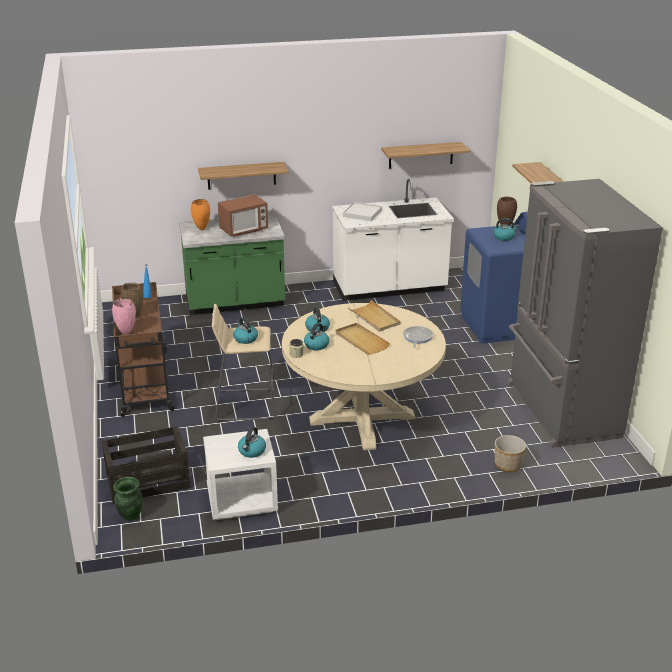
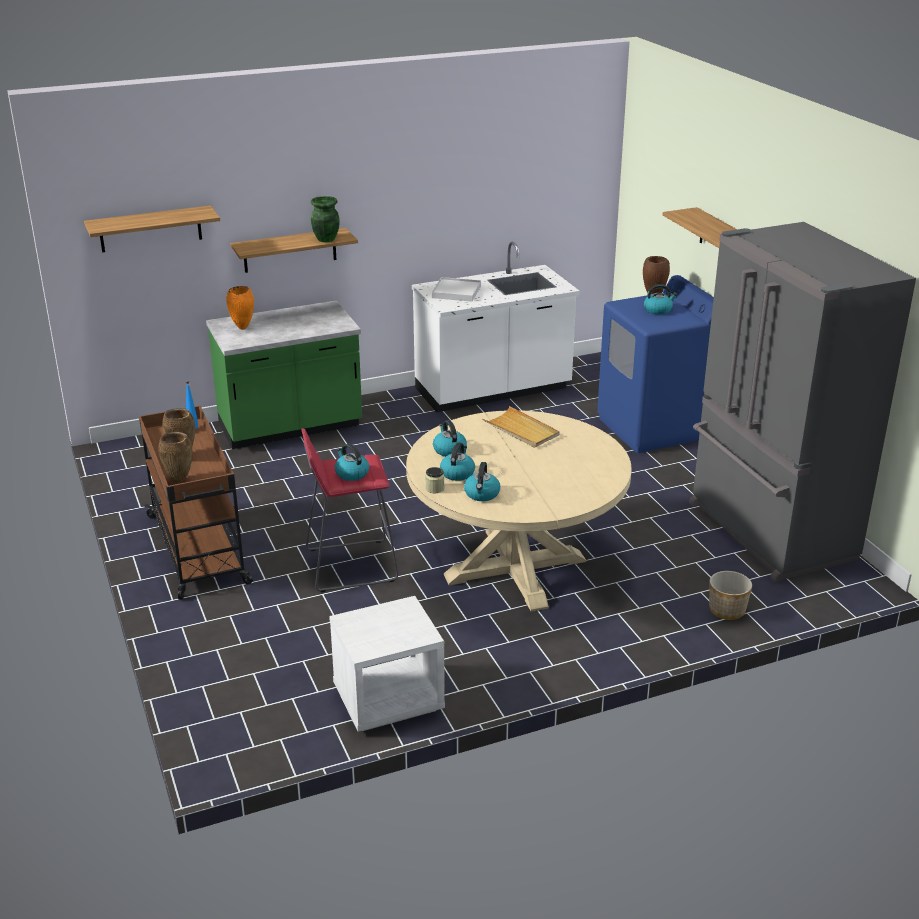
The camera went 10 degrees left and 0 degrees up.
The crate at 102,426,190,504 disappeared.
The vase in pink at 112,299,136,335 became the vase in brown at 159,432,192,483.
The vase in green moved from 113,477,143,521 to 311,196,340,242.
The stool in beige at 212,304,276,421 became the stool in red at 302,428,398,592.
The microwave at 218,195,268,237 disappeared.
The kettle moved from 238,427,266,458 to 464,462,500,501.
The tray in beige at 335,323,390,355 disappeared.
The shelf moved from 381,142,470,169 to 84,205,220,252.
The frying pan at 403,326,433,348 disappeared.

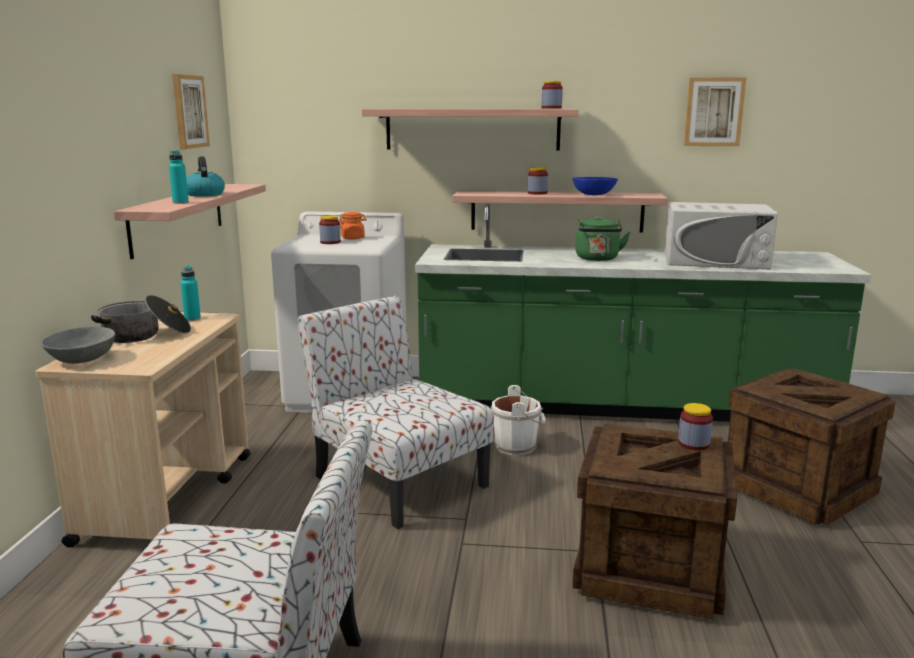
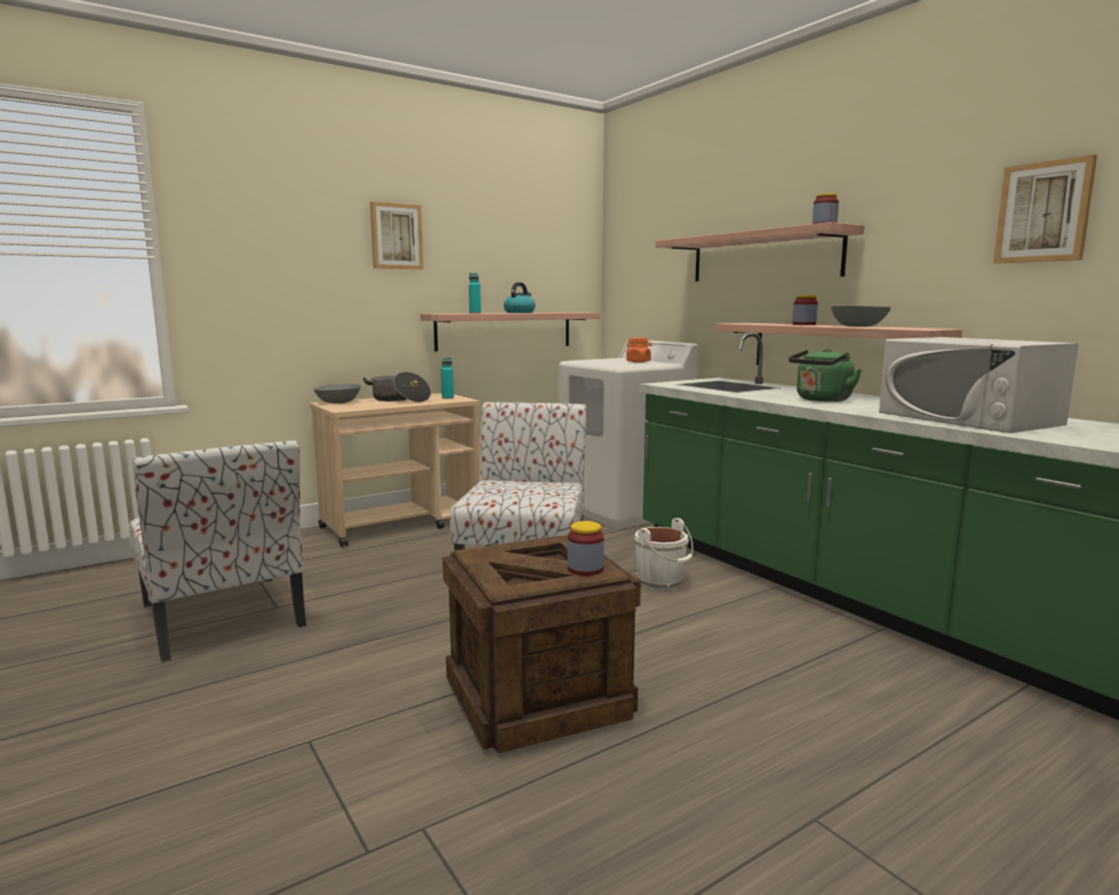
The camera went 50 degrees right and 5 degrees down.
The picture moved from 172,74,210,149 to 370,202,424,269.
The jar at 319,215,341,244 disappeared.
The bowl in blue at 572,177,618,195 became the bowl in grey at 831,305,891,327.
The crate at 728,368,895,525 disappeared.

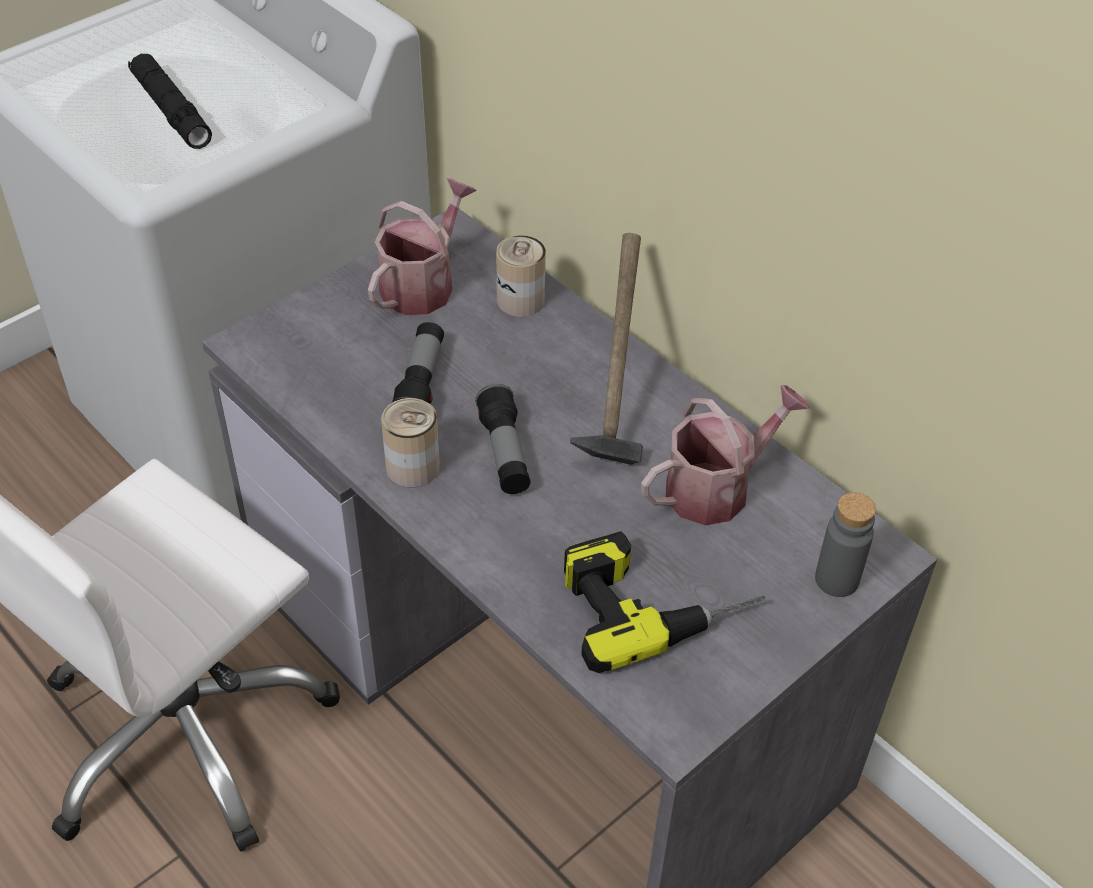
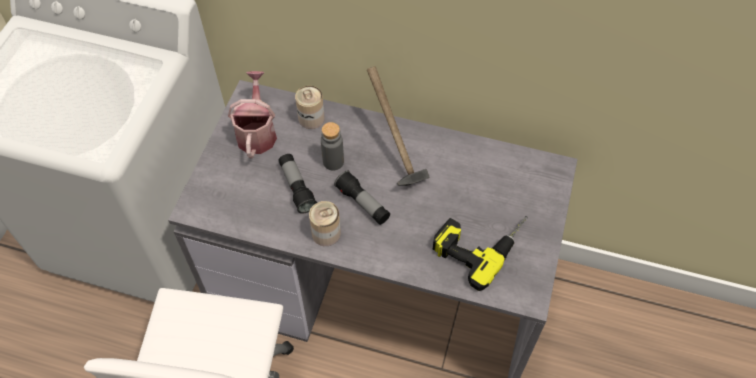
The camera went 30 degrees left and 10 degrees up.
The flashlight in black at 128,54,212,149 disappeared.
The watering can at 641,385,810,525 disappeared.
The bottle in grey moved from 815,492,876,597 to 321,122,344,171.

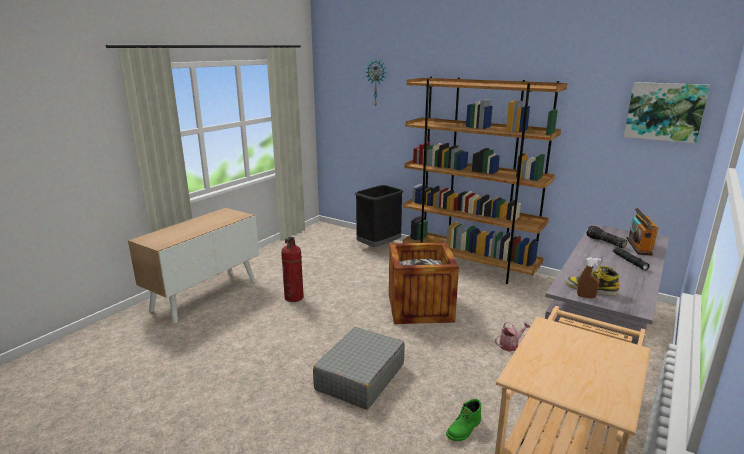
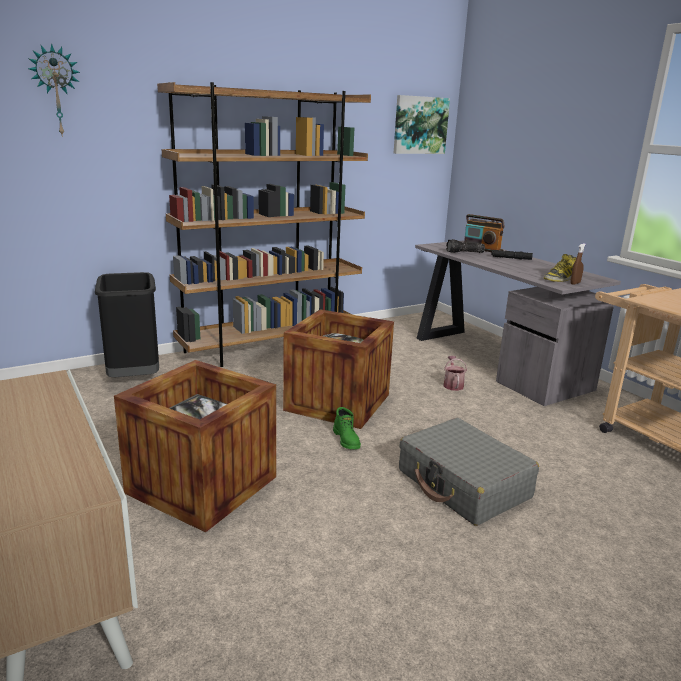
The camera went 65 degrees left and 0 degrees up.
The fire extinguisher at 281,237,304,302 was replaced by the crate at 114,360,276,532.
The boot in green moved from 446,399,481,441 to 333,407,361,449.

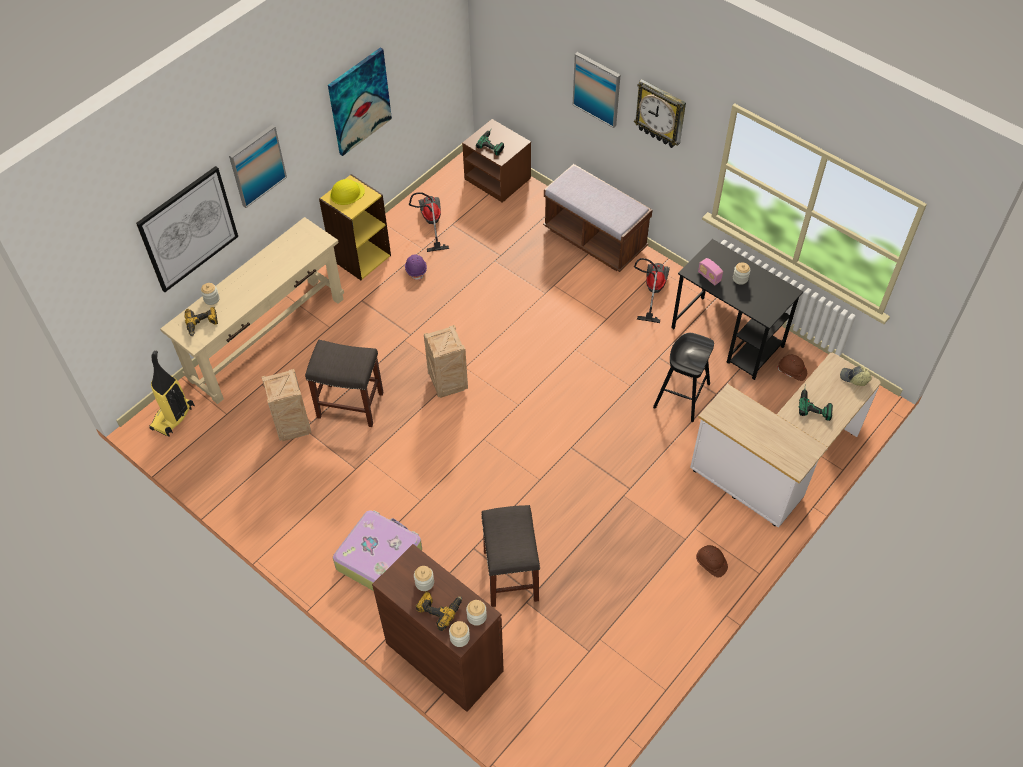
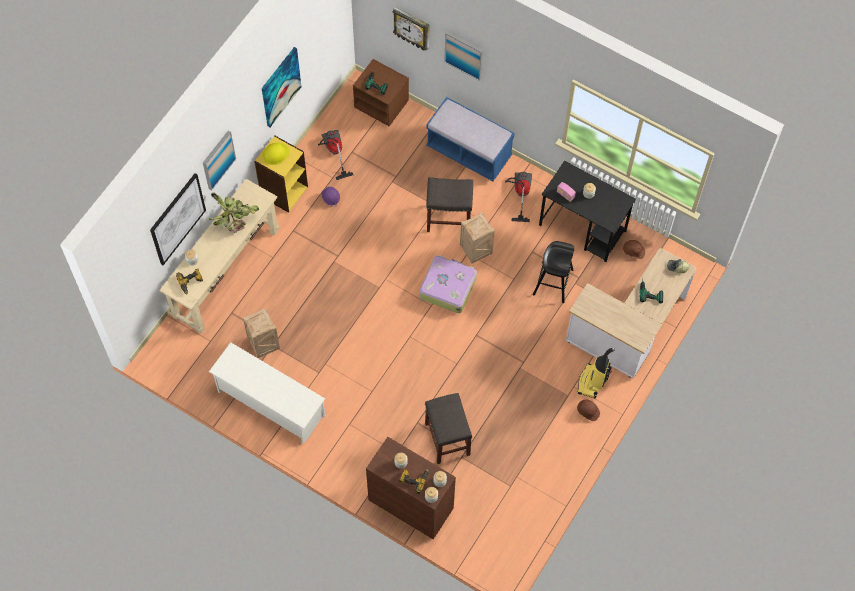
The camera went 10 degrees left and 10 degrees up.
The vacuum cleaner moved from 149,350,195,437 to 578,347,615,398.
The stool in grey moved from 305,340,383,427 to 426,177,473,232.
The suitcase moved from 333,510,422,591 to 419,255,477,313.
The crate moved from 424,325,468,398 to 460,212,495,263.
The bench in brown at 543,164,652,272 became the bench in blue at 426,97,515,181.
The wall clock moved from 634,79,686,148 to 392,7,430,51.
The potted plant at 209,192,259,233 appeared.
The shoe rack in white at 209,342,325,444 appeared.

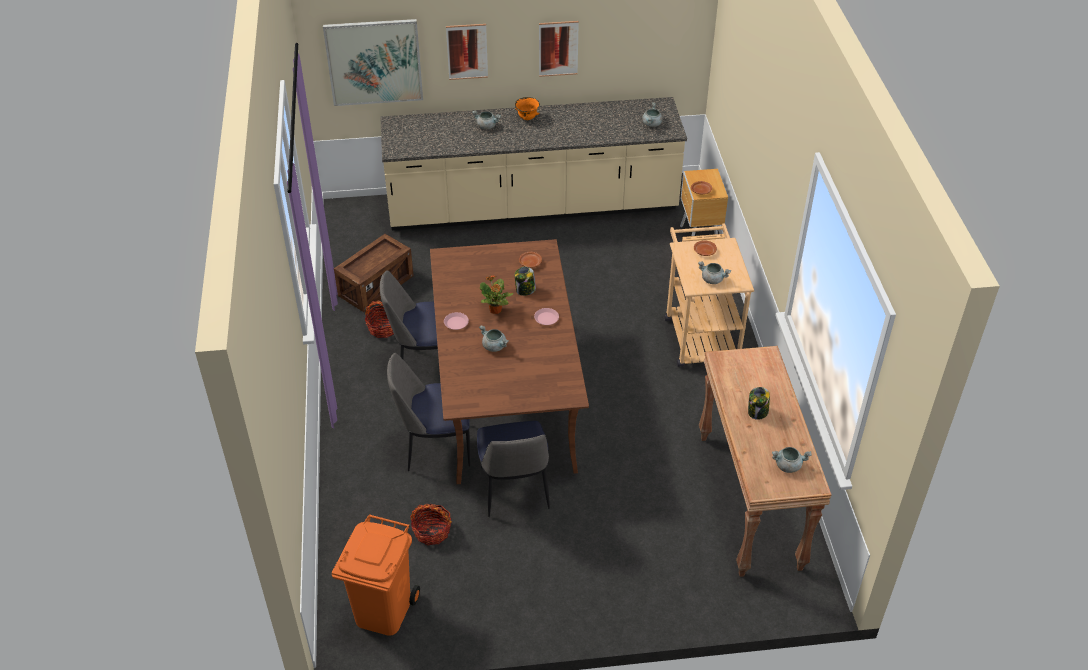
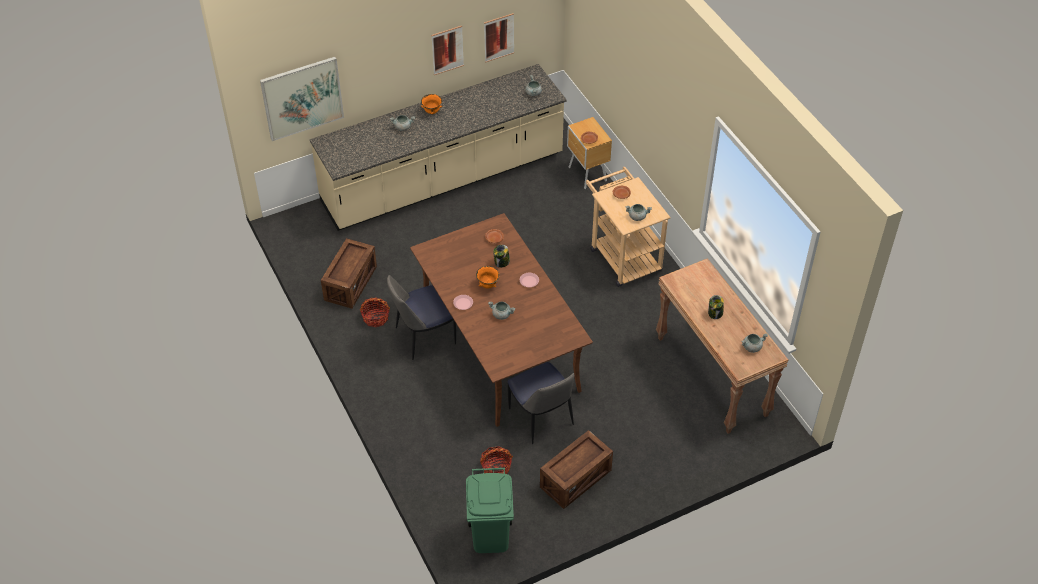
The camera went 20 degrees left and 5 degrees up.
The trash can in orange at 332,514,420,636 became the trash can in green at 466,468,514,553.
The chair at 387,353,470,471 disappeared.
The picture moved from 446,24,488,80 to 484,13,514,63.
The potted plant at 480,275,513,314 was replaced by the bowl in orange at 476,266,499,288.
The crate at 540,430,613,509 appeared.

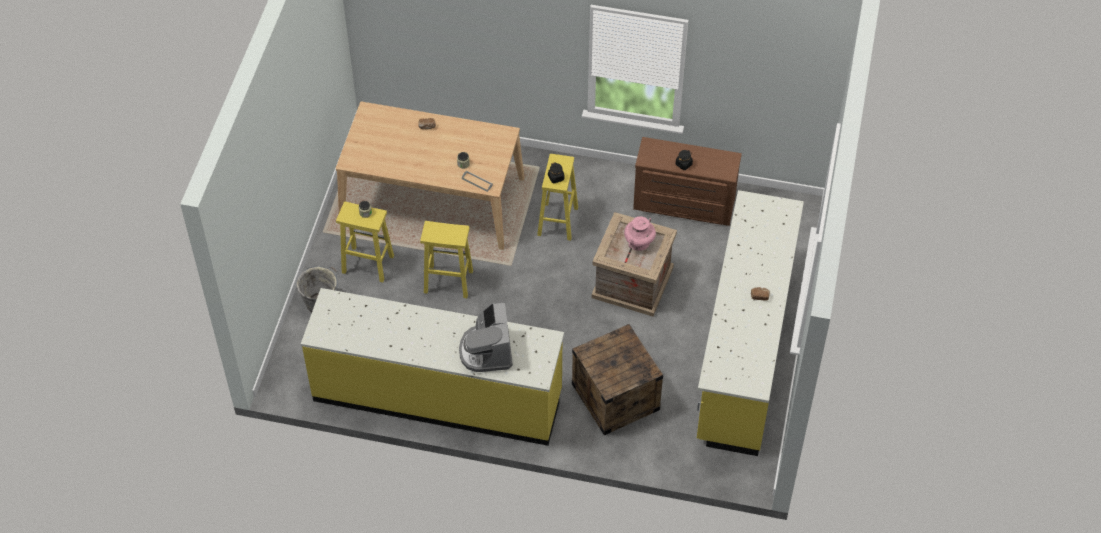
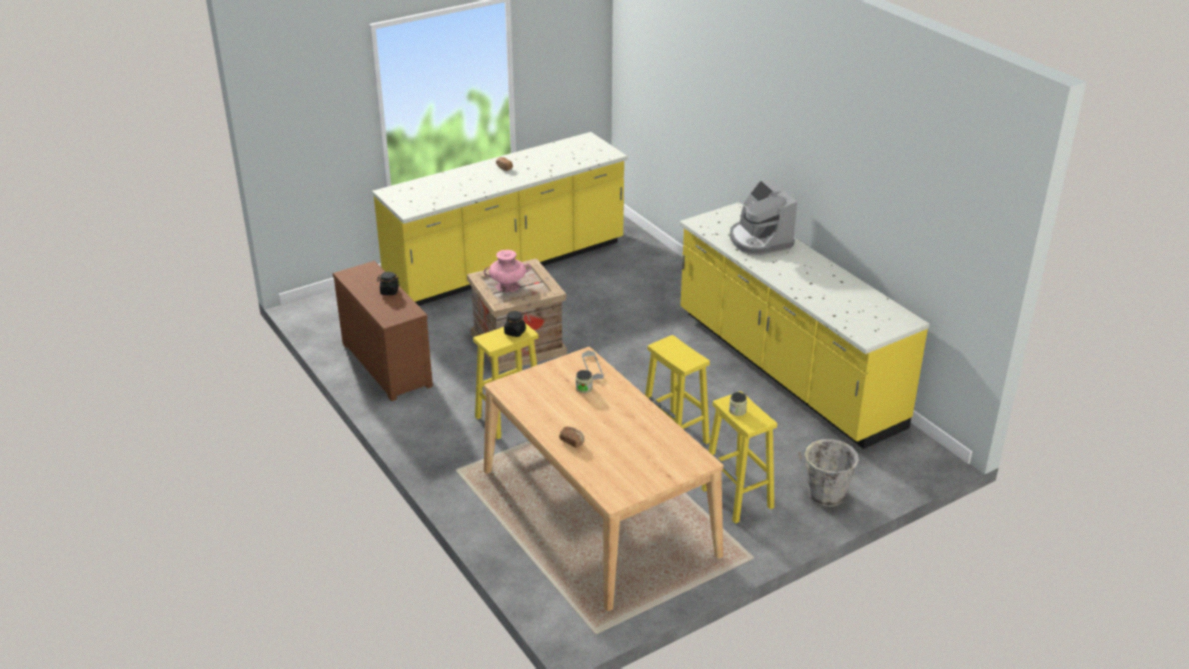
The camera went 135 degrees left and 20 degrees down.
The coffee machine at 459,303,513,372 turned 120 degrees clockwise.
The crate at 572,324,663,435 disappeared.

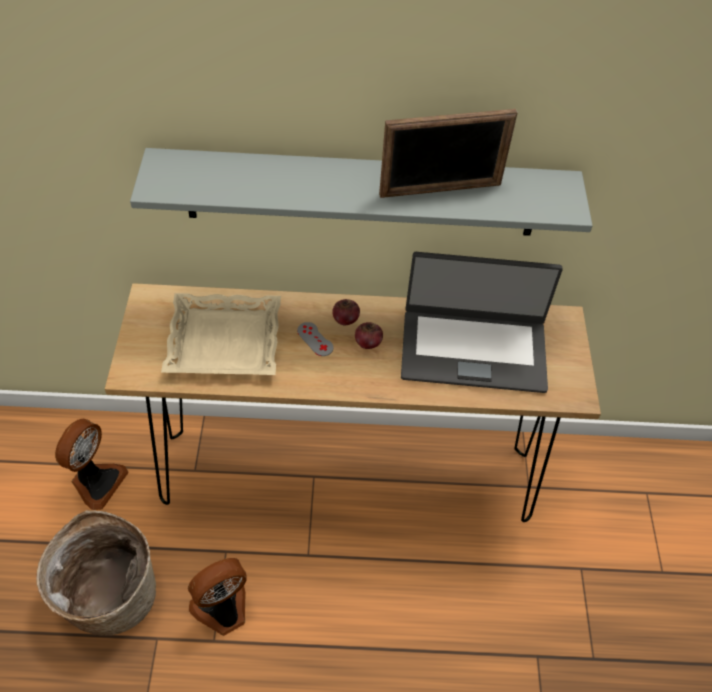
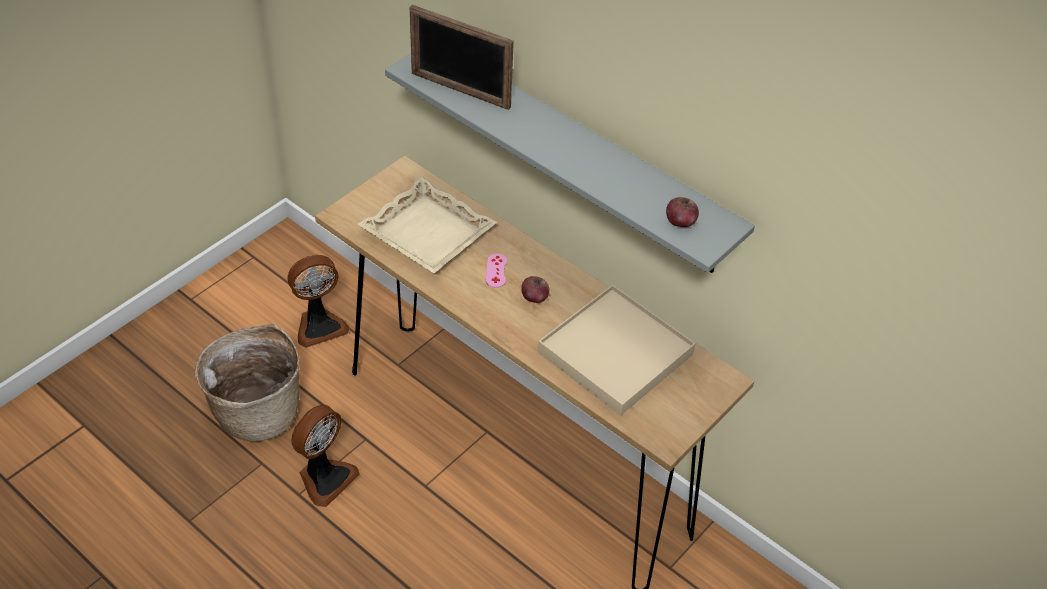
The camera went 40 degrees right and 5 degrees down.
The fan at 188,558,247,636 turned 120 degrees clockwise.
The game controller in grey at 297,322,333,356 became the game controller in pink at 486,254,507,288.
The apple moved from 332,299,360,325 to 666,197,699,227.
The picture frame moved from 379,109,518,198 to 410,5,514,110.
The laptop at 401,252,563,393 was replaced by the tray in beige at 538,285,696,416.

